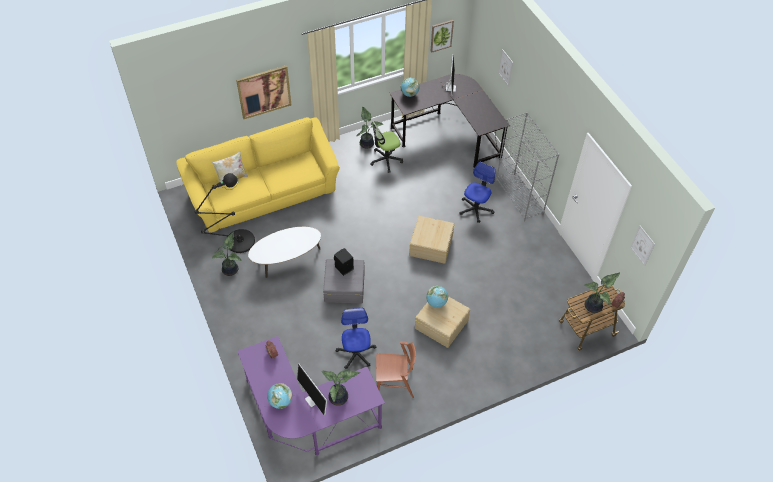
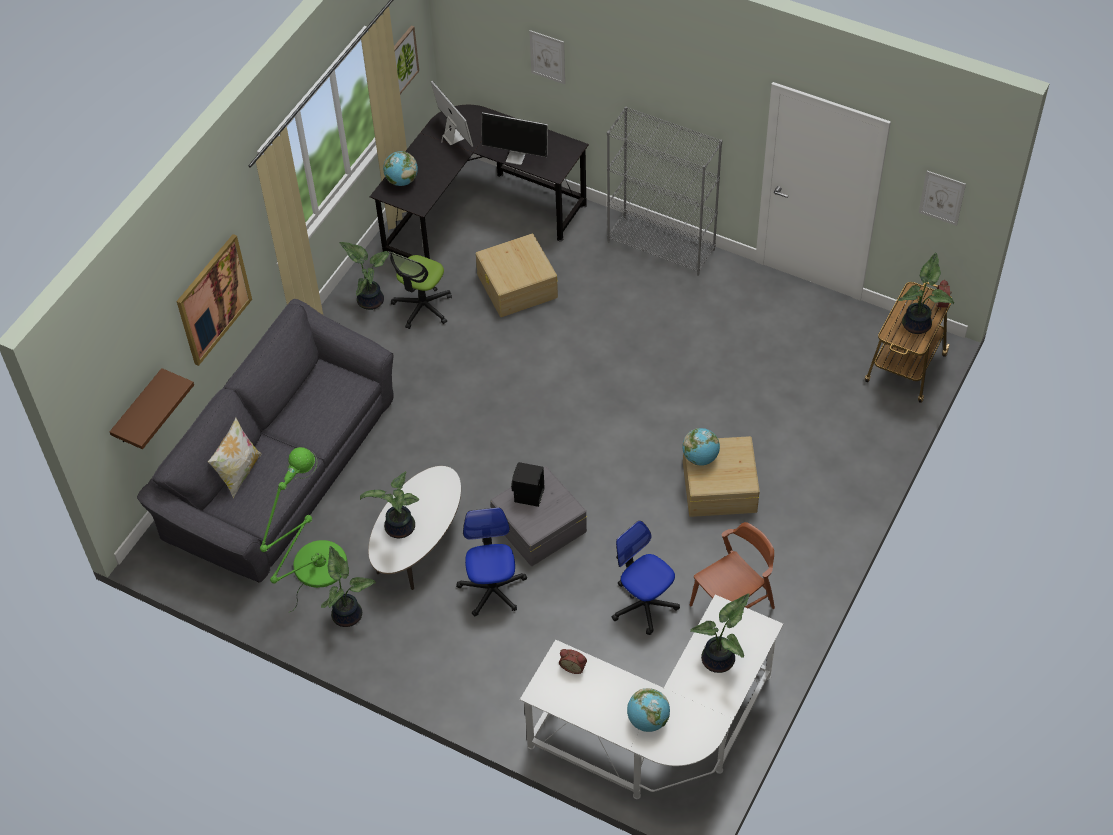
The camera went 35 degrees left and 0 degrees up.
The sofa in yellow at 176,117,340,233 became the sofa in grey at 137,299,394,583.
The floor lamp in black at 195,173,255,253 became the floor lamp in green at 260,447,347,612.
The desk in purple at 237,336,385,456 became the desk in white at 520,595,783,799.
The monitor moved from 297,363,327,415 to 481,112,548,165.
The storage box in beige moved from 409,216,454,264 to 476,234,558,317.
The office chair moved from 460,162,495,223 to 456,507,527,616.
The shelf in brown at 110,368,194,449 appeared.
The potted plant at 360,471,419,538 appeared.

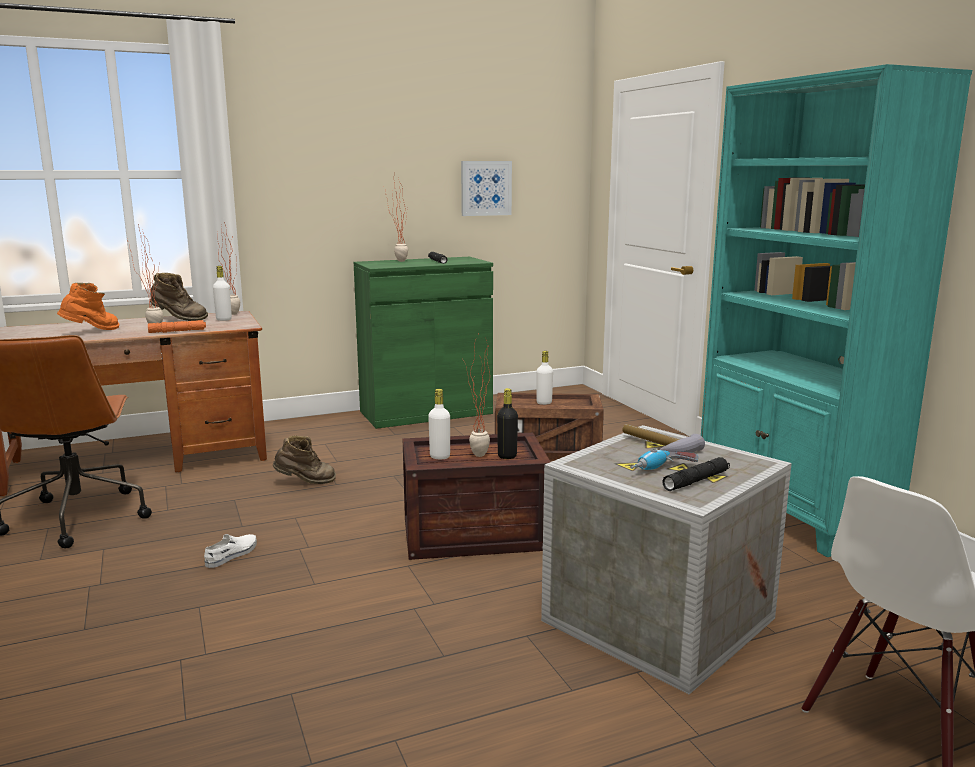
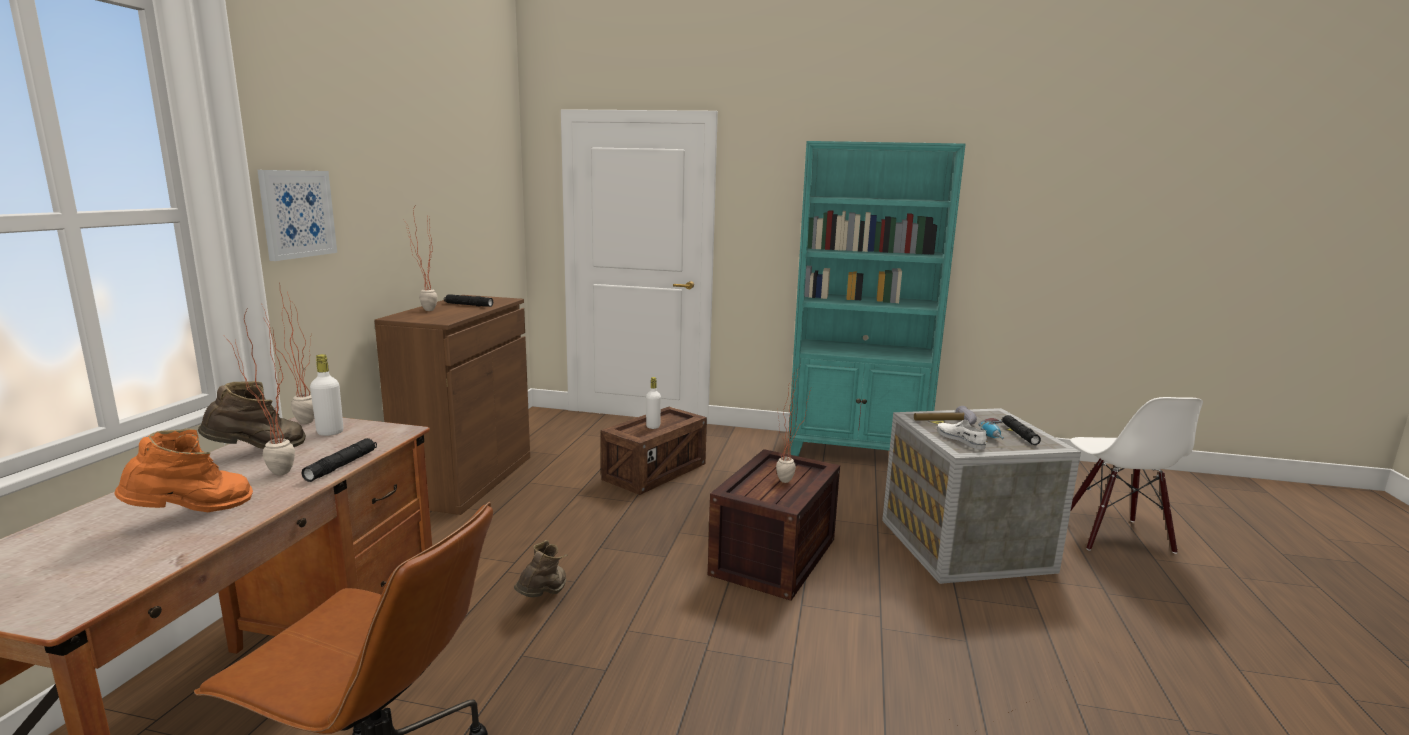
The camera went 55 degrees left and 0 degrees up.
The boot in orange at 57,283,119,330 turned 60 degrees clockwise.
The flashlight in orange at 148,320,206,333 became the flashlight in black at 302,438,377,482.
The shoe in white moved from 204,534,257,568 to 937,420,987,450.
The cabinet in green at 354,257,493,429 became the cabinet in brown at 374,295,530,515.
The bottle in white at 428,389,450,459 disappeared.
The picture moved from 461,161,512,216 to 257,170,337,261.
The bottle in black at 497,388,518,459 disappeared.

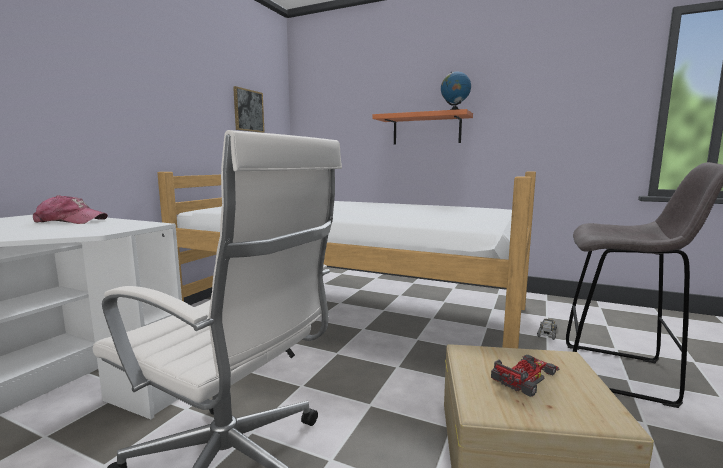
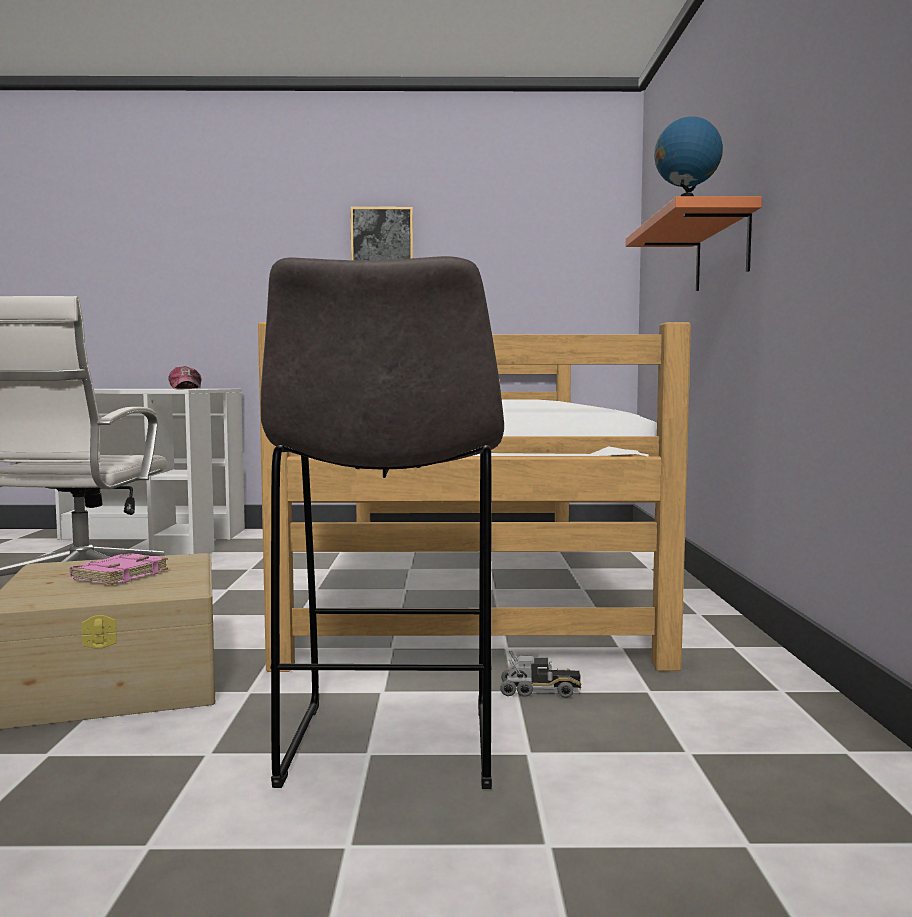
The camera went 65 degrees right and 5 degrees down.
The picture moved from 233,86,265,133 to 350,207,413,261.
The toy car at 491,355,560,397 was replaced by the book in pink at 70,553,168,585.

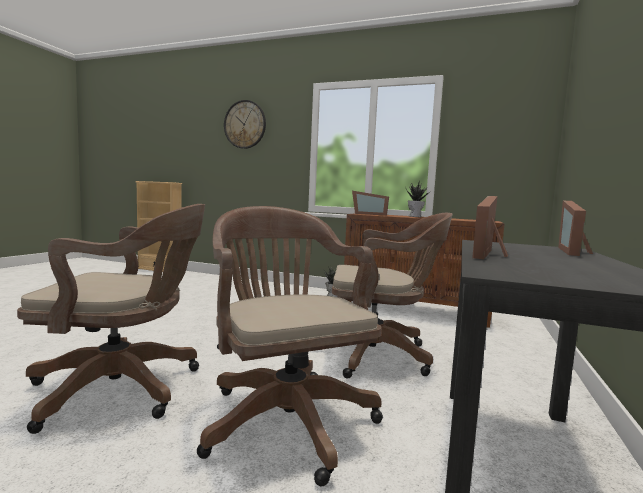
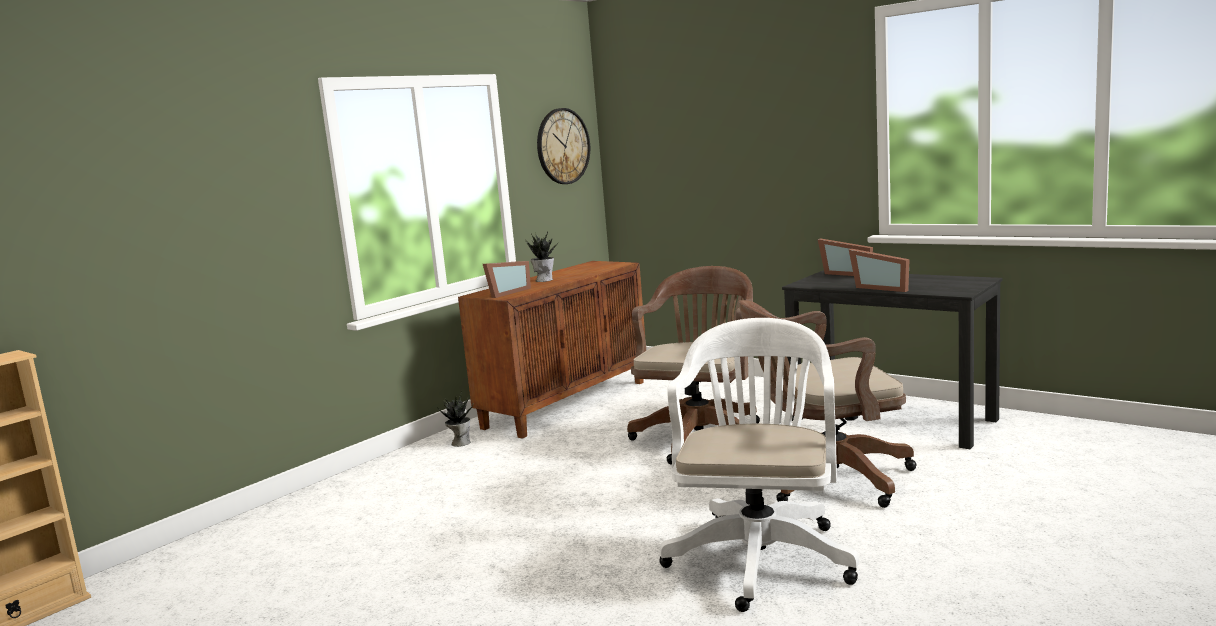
The camera went 70 degrees left and 5 degrees up.
The office chair in brown at 17,204,205,434 became the office chair in white at 659,318,859,612.
The wall clock moved from 224,100,266,149 to 537,108,590,184.

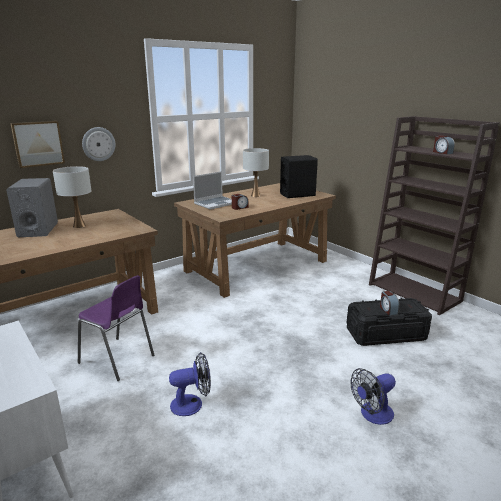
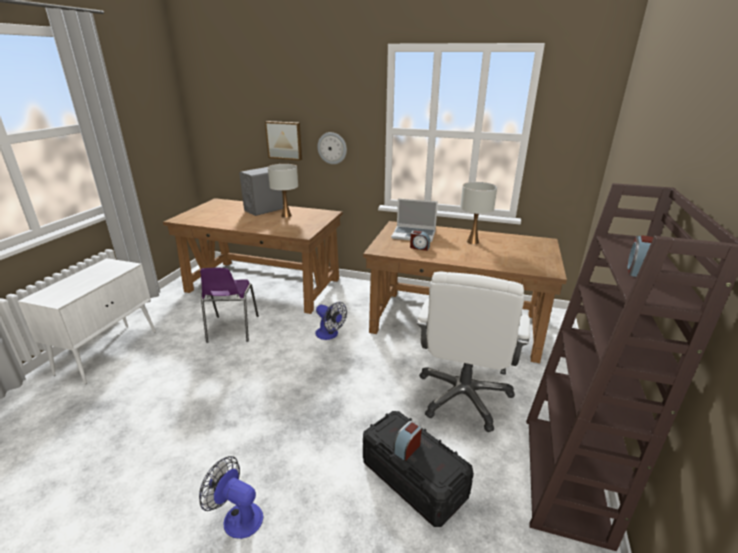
The camera went 55 degrees right and 5 degrees up.
The fan moved from 169,352,211,416 to 315,302,347,340.
The speaker in black at 280,155,318,198 disappeared.
The office chair in white at 417,272,530,432 appeared.

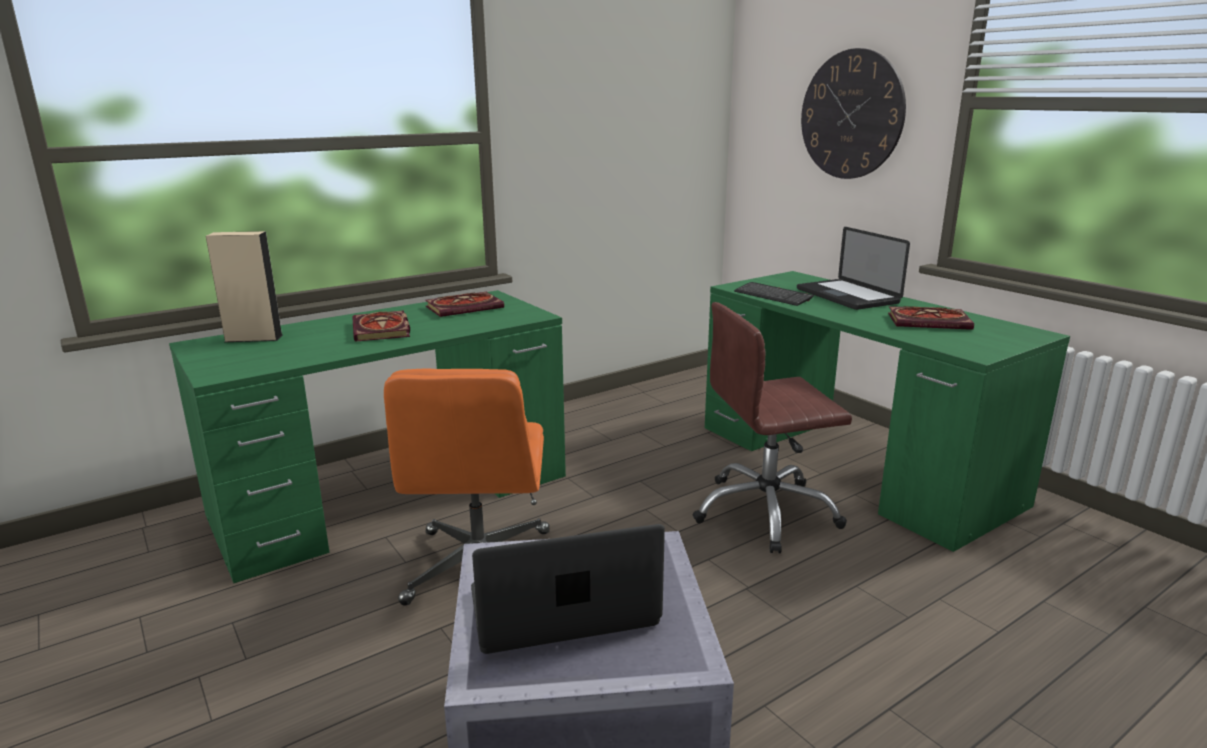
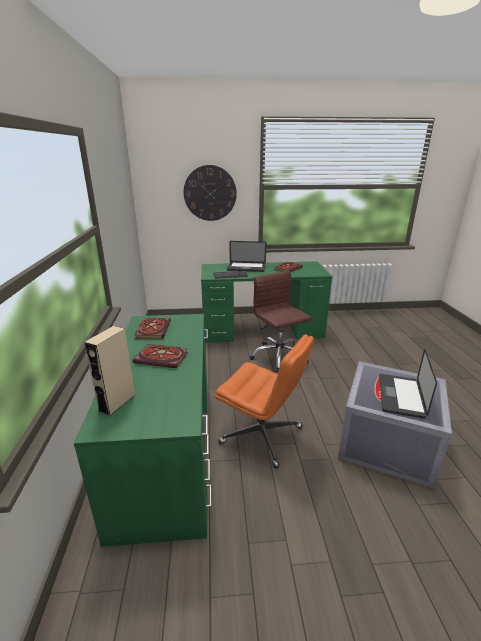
The camera went 60 degrees left and 5 degrees up.
The office chair in brown at 693,302,852,553 turned 135 degrees clockwise.

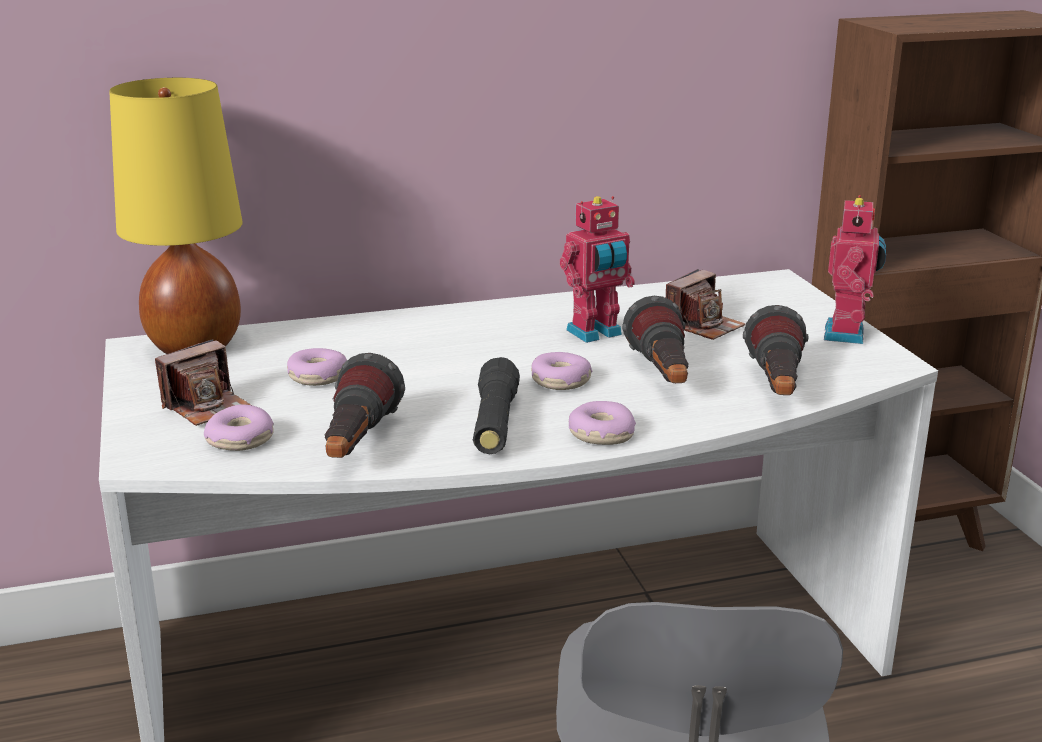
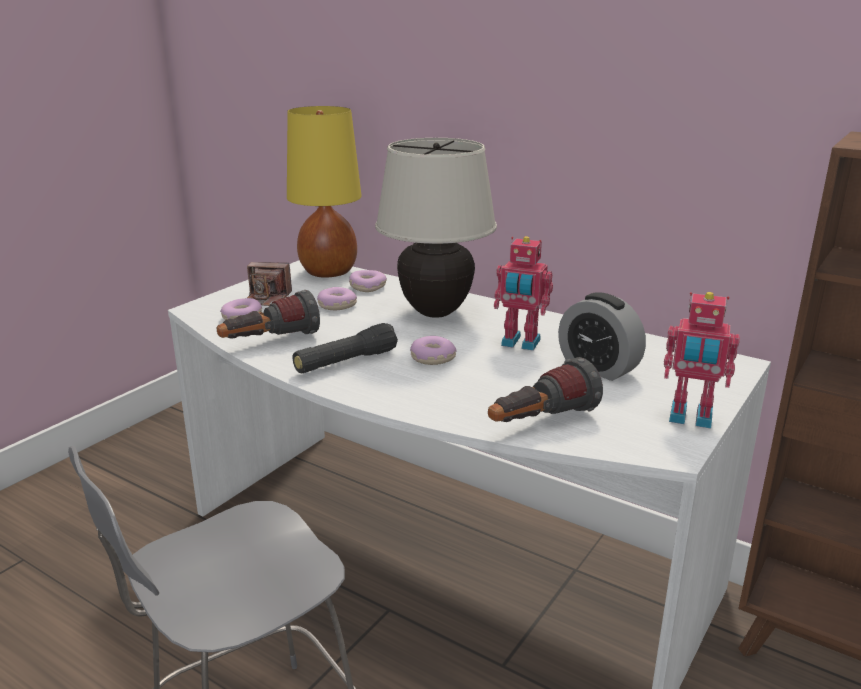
The camera went 50 degrees right and 0 degrees up.
The donut moved from 569,401,636,445 to 349,270,387,292.
The flashlight at 622,296,689,383 disappeared.
The photo camera at 666,269,745,340 was replaced by the alarm clock at 558,292,646,381.
The toy robot at 824,195,886,344 turned 45 degrees clockwise.
The table lamp in beige at 375,138,497,318 appeared.

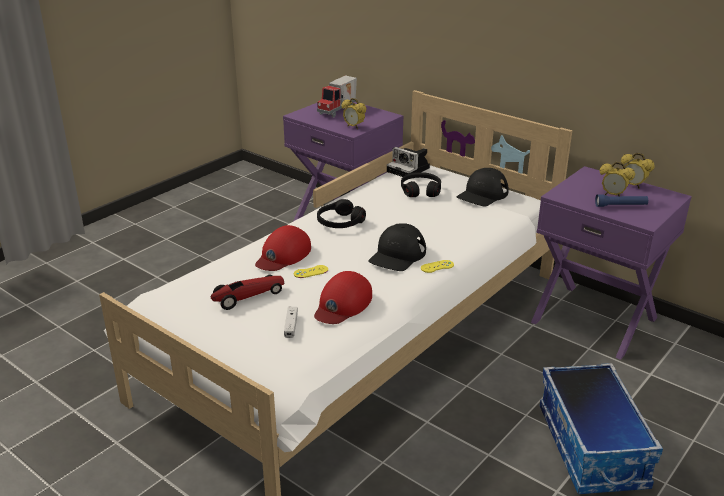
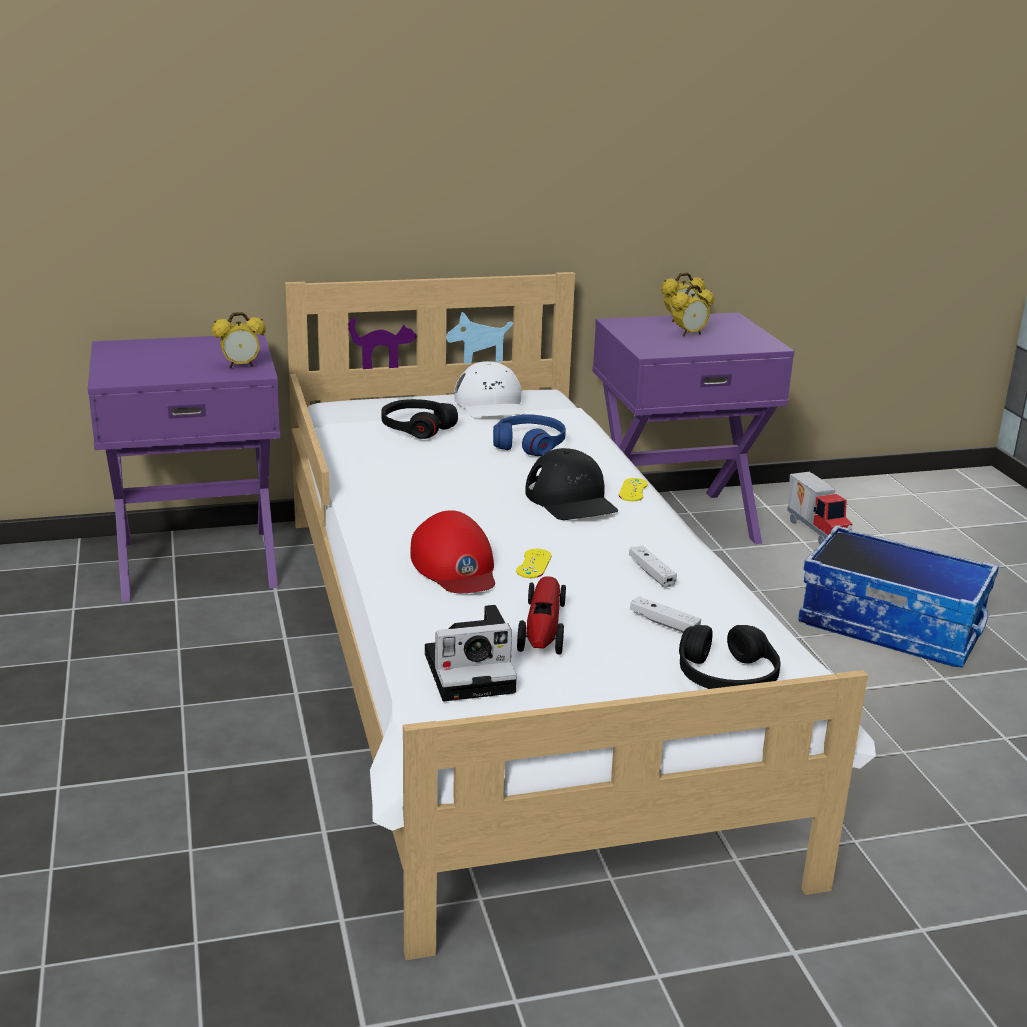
The camera went 55 degrees left and 5 degrees down.
The cap in red at 314,271,372,324 was replaced by the game controller in white at 629,545,677,588.
The toy truck moved from 317,75,357,117 to 787,472,852,544.
The headphones in black moved from 317,199,366,228 to 679,625,781,689.
The photo camera moved from 387,147,430,177 to 425,605,517,701.
The cap in black at 457,168,509,206 became the cap in white at 455,361,525,417.
The flashlight in blue at 595,194,648,207 disappeared.
The headphones in blue at 493,415,566,456 appeared.

